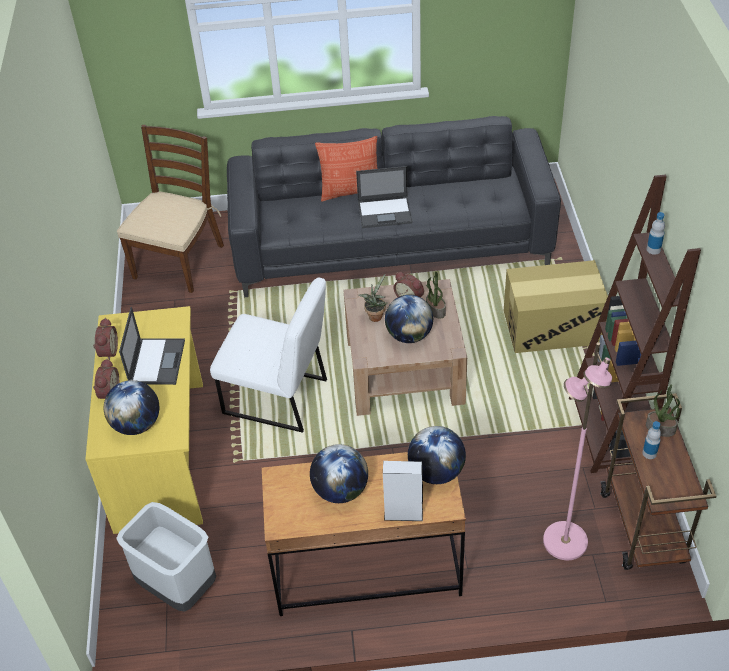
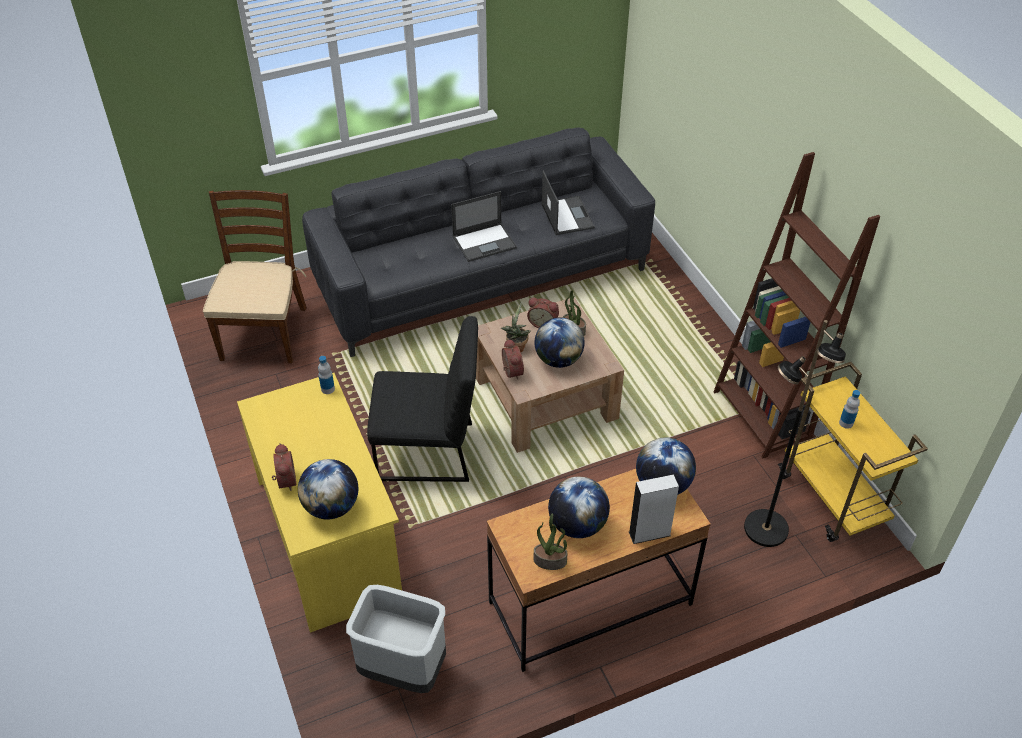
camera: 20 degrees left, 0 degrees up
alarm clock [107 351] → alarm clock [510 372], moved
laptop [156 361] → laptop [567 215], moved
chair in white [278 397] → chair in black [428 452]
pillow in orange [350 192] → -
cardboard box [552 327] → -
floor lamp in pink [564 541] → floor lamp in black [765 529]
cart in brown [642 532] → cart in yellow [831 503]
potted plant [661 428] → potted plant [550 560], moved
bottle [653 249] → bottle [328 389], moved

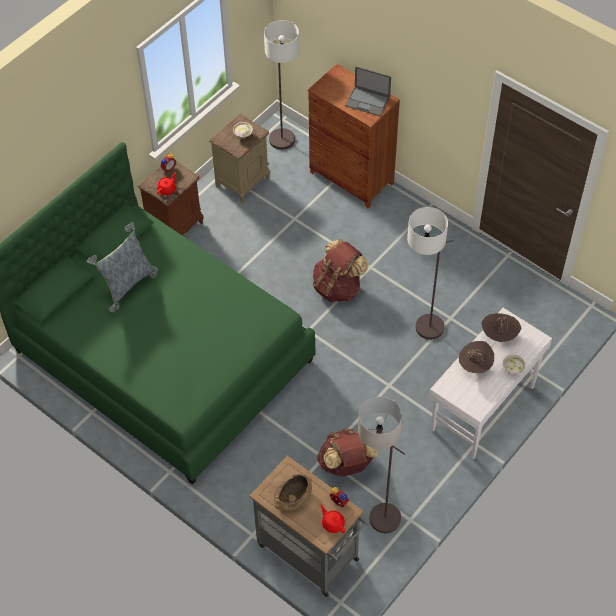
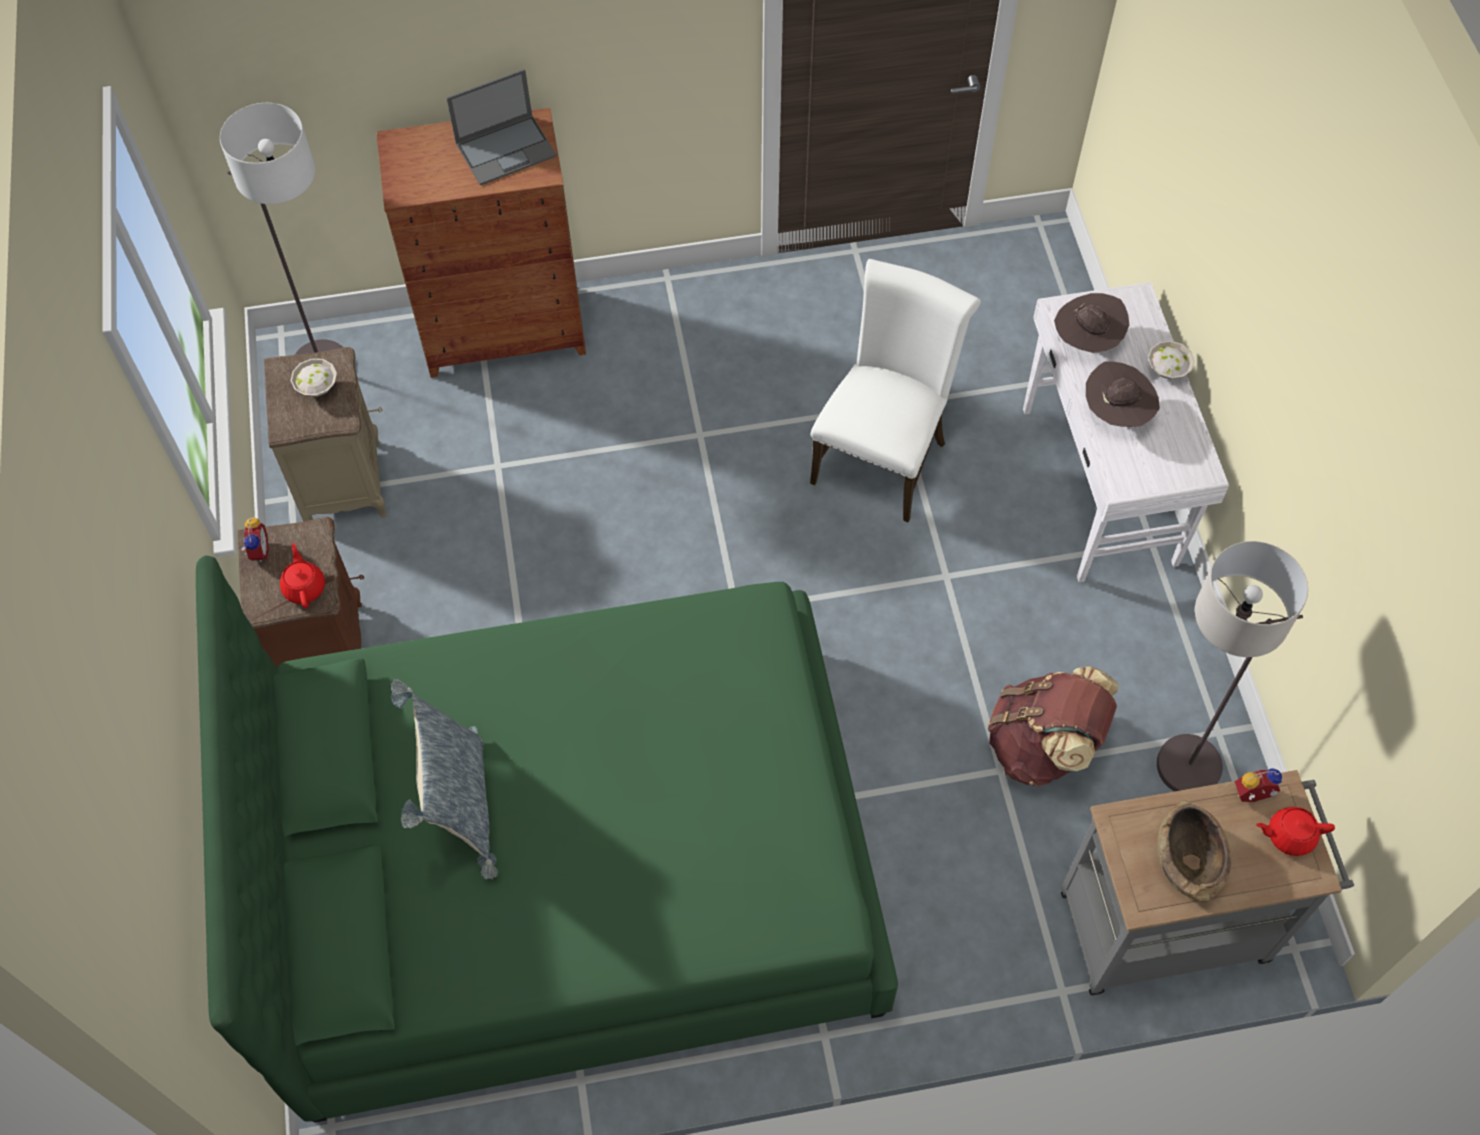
camera: 50 degrees left, 5 degrees up
backpack in brown [338 287] → -
floor lamp in white [421 329] → chair in white [882 456]

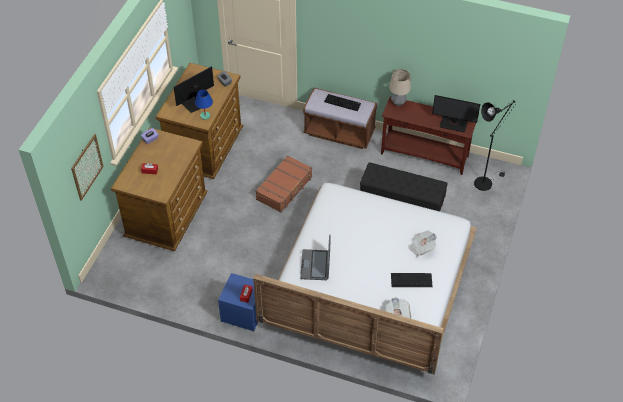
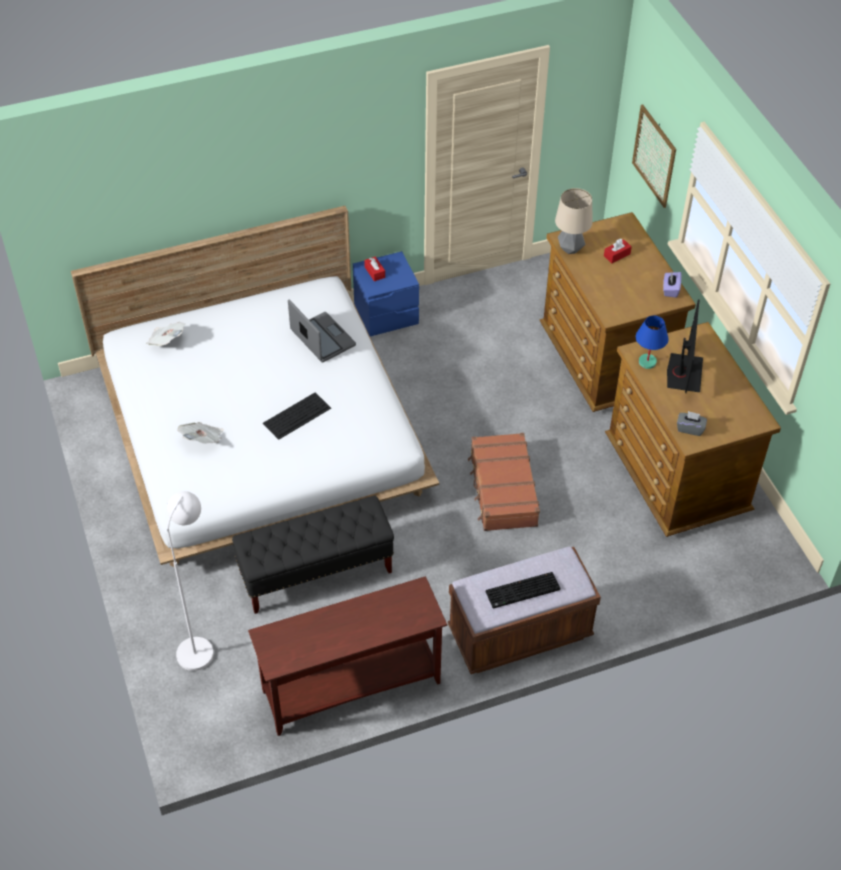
camera: 140 degrees right, 0 degrees up
table lamp [398 103] → table lamp [570 249], moved
keyboard [411 280] → keyboard [297 415], moved
monitor [453 123] → -
floor lamp in black [485 182] → -
- → floor lamp in white [200 645]

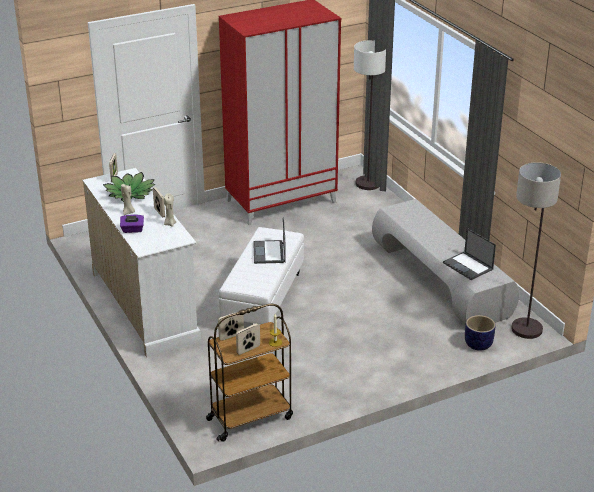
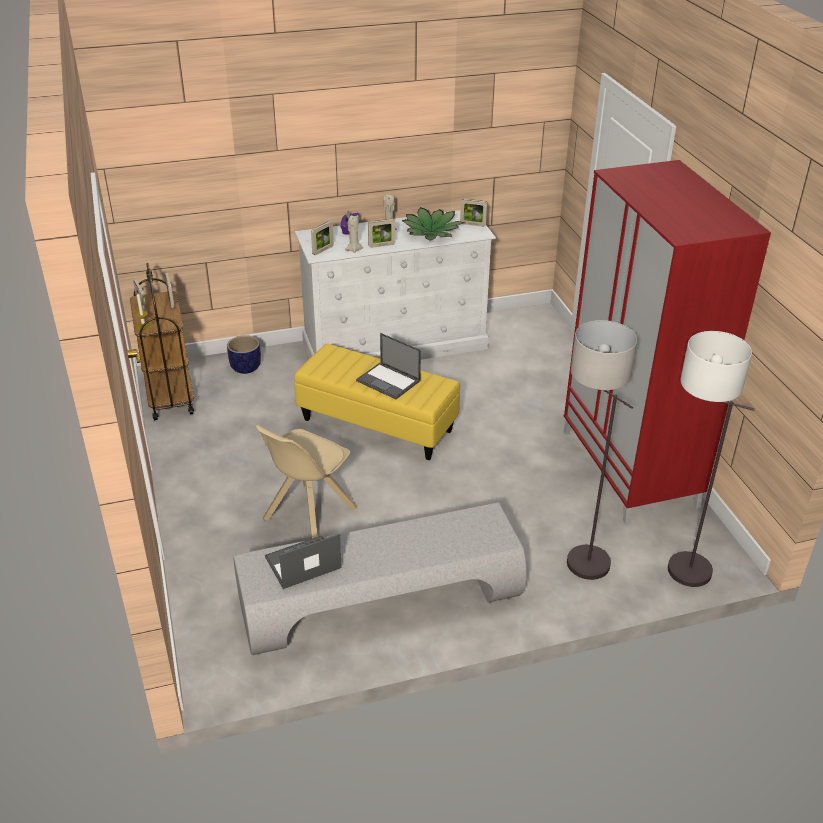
camera: 100 degrees right, 5 degrees up
ottoman in white [262 301] → ottoman in yellow [378 425]
laptop [269 252] → laptop [389 381], 150 degrees counterclockwise
planter [478 344] → planter [246 367], moved
floor lamp in grey [521 333] → floor lamp in grey [578 556], moved
- → chair in beige [308 515]
- → picture frame [323 250]

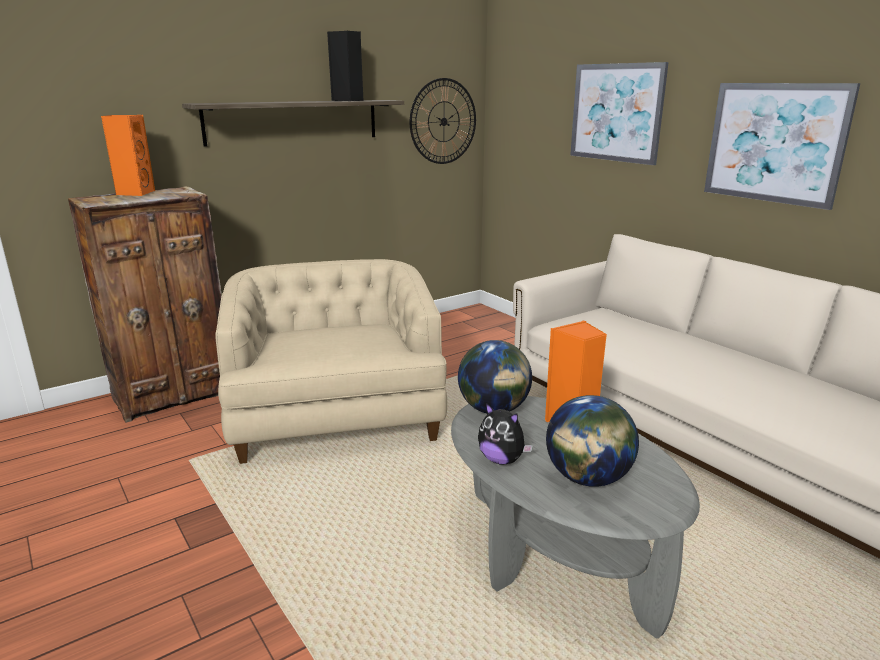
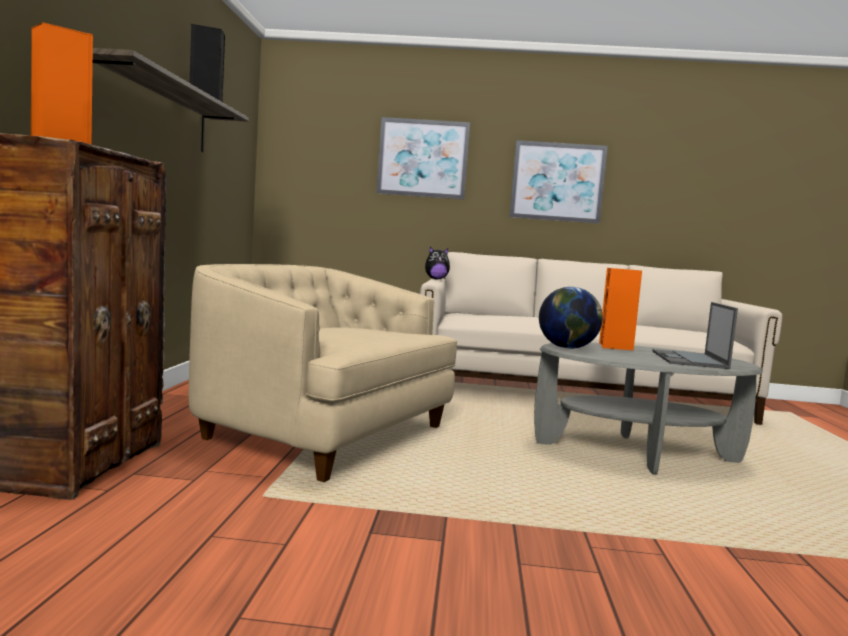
camera: 50 degrees left, 15 degrees down
wall clock [443 121] → -
plush toy [502 460] → plush toy [436 279], moved
globe [587 478] → laptop [689 360]

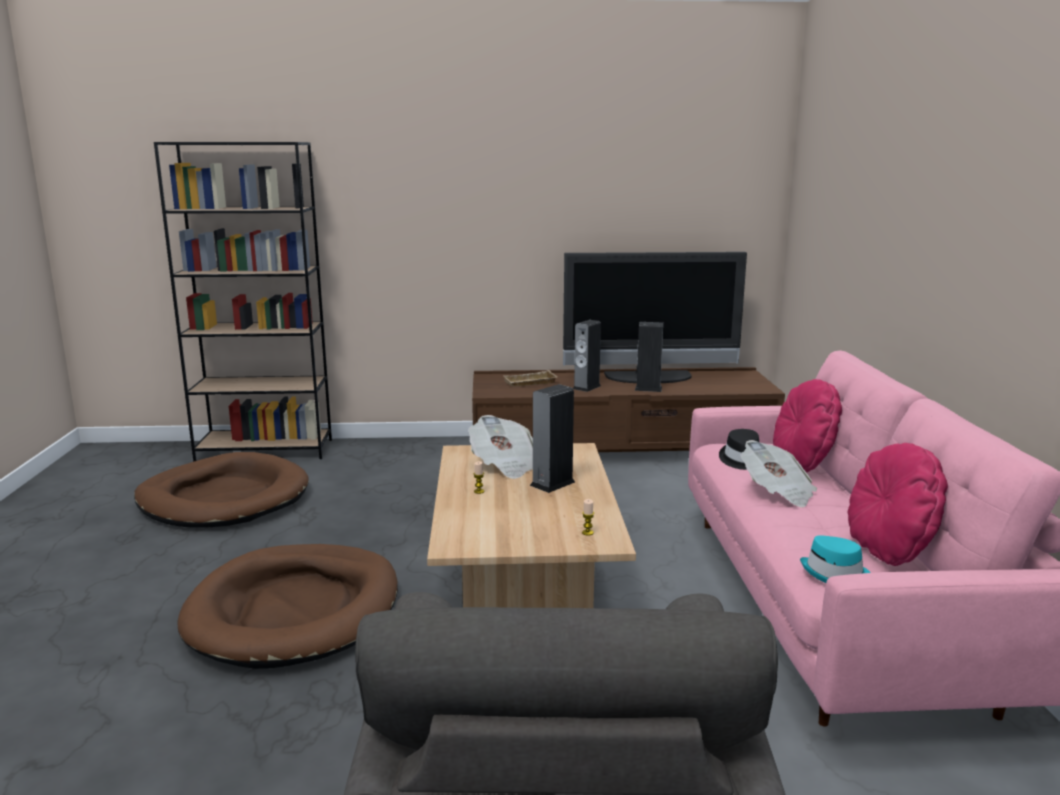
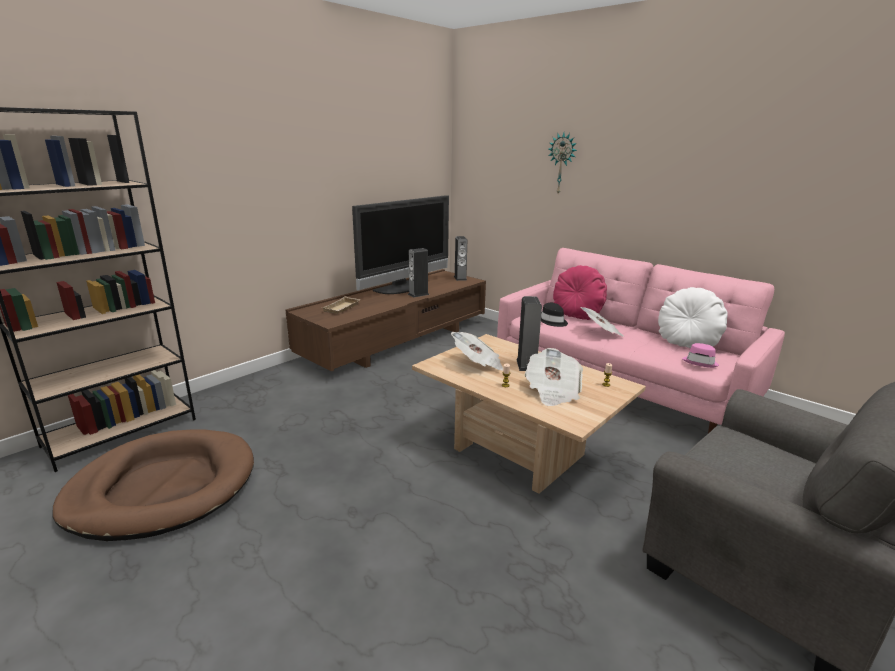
camera: 45 degrees left, 5 degrees up
dog bed in brown [295 611] → -
speaker [586 387] → speaker [460 278], moved
hat in turquoise [836 574] → hat in pink [700 362]
pillow in pink [888 551] → pillow in white [687 345]
- → newspaper [552 392]
- → wall clock [562 163]

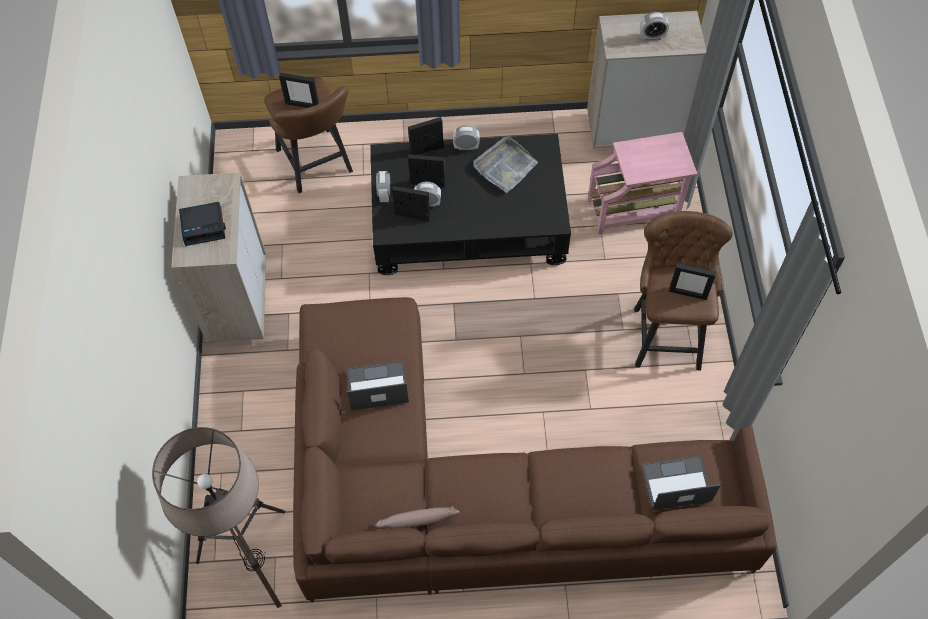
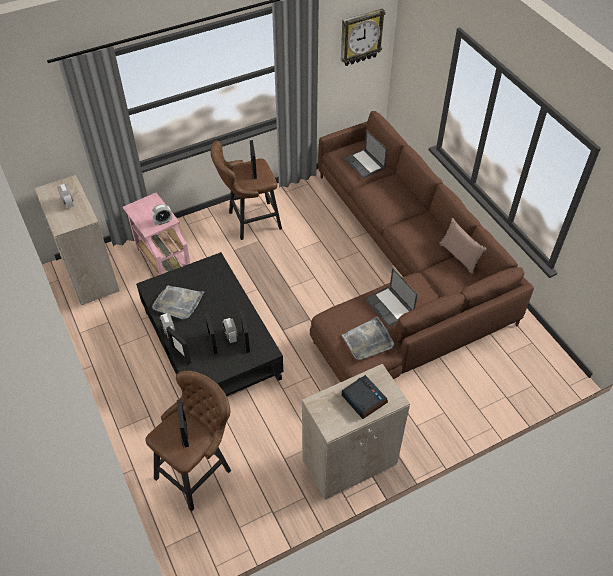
camera: 115 degrees left, 10 degrees down
floor lamp [252 558] → -
alarm clock [384 194] → alarm clock [163 221], moved
- → wall clock [360 37]
- → tray in grey [368 341]

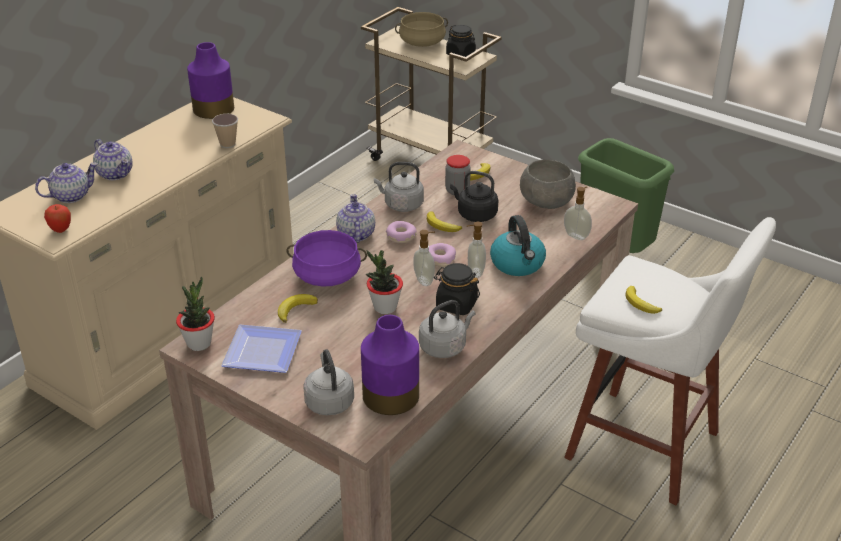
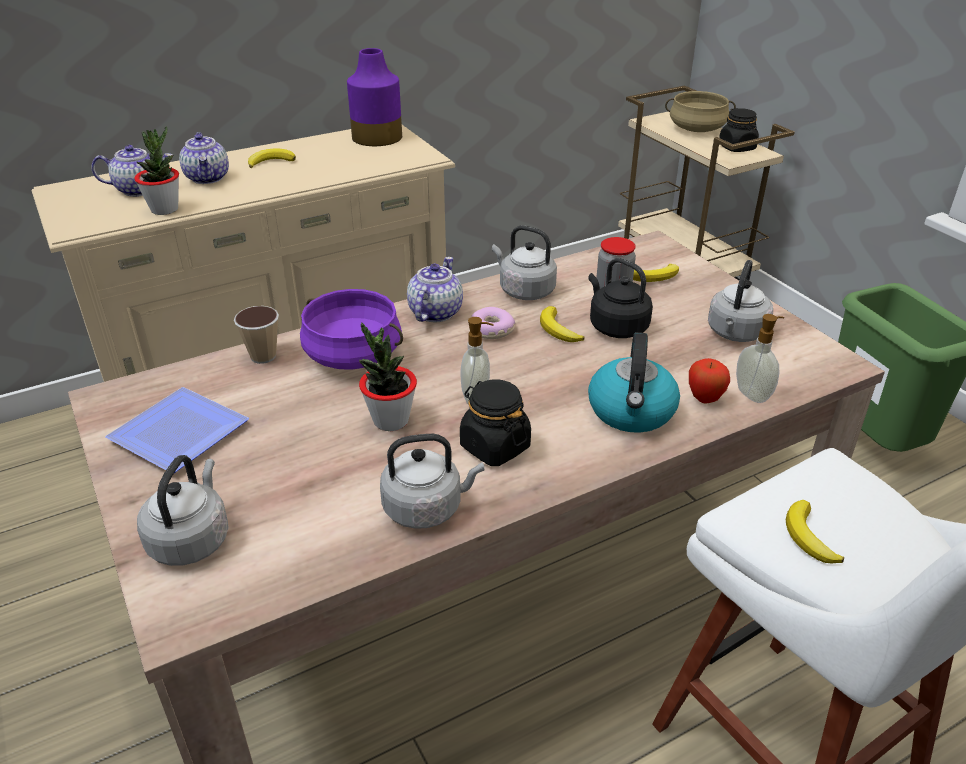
camera: 25 degrees right, 0 degrees up
apple [61 230] → apple [704 399], moved
potted plant [199 343] → potted plant [165 209], moved
cup [228 144] → cup [263 356], moved
banana [295 309] → banana [271 161], moved
vase in purple [391 395] → -
donut [440 259] → -
soap dispenser [475 272] → -
bowl in grey [547 201] → kettle in grey [735 334]

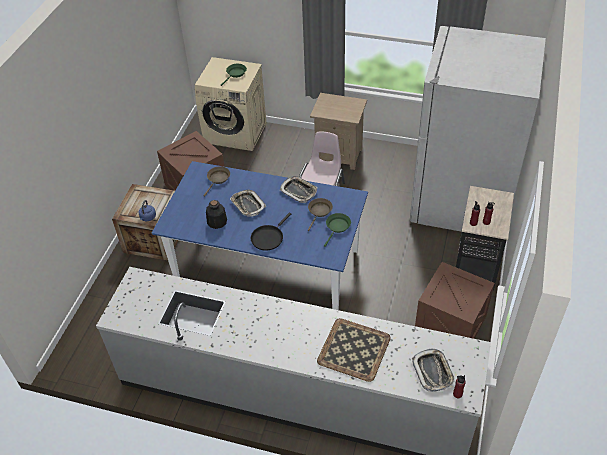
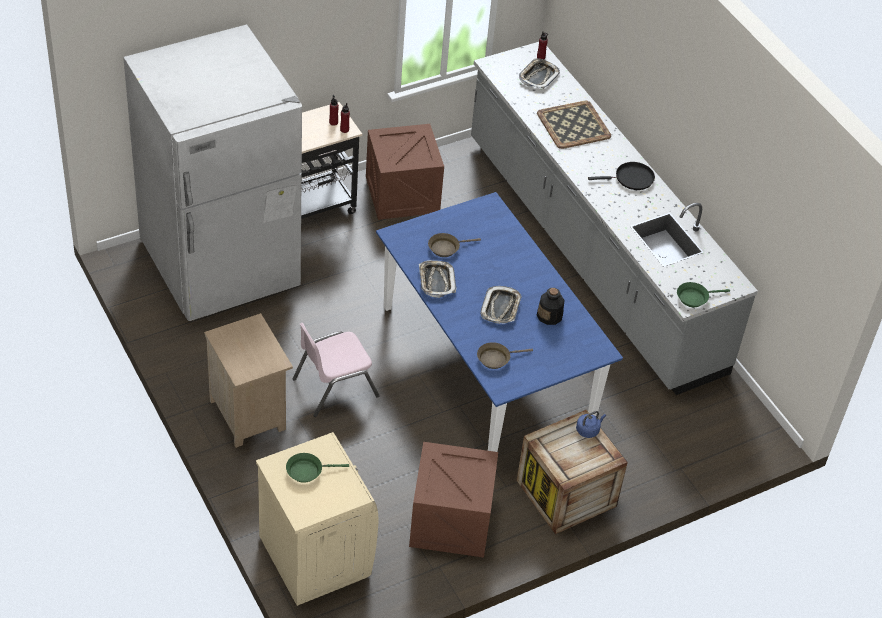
camera: 140 degrees left, 0 degrees up
frying pan in black [268 237] → frying pan in black [631 178], moved
frying pan in green [337 227] → frying pan in green [694 297], moved

